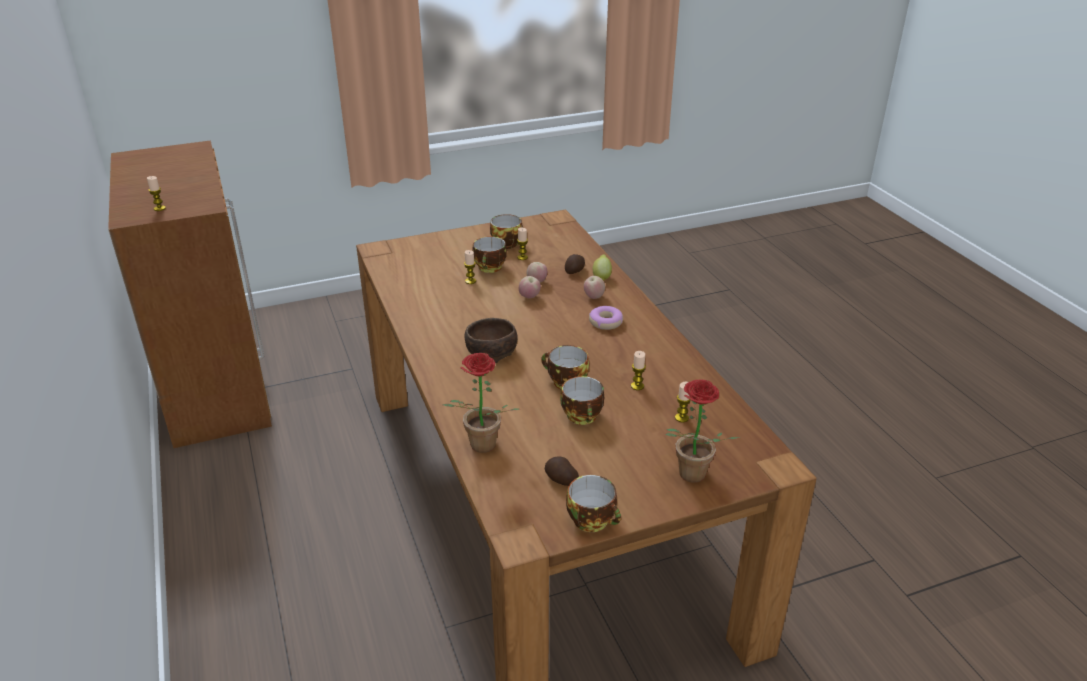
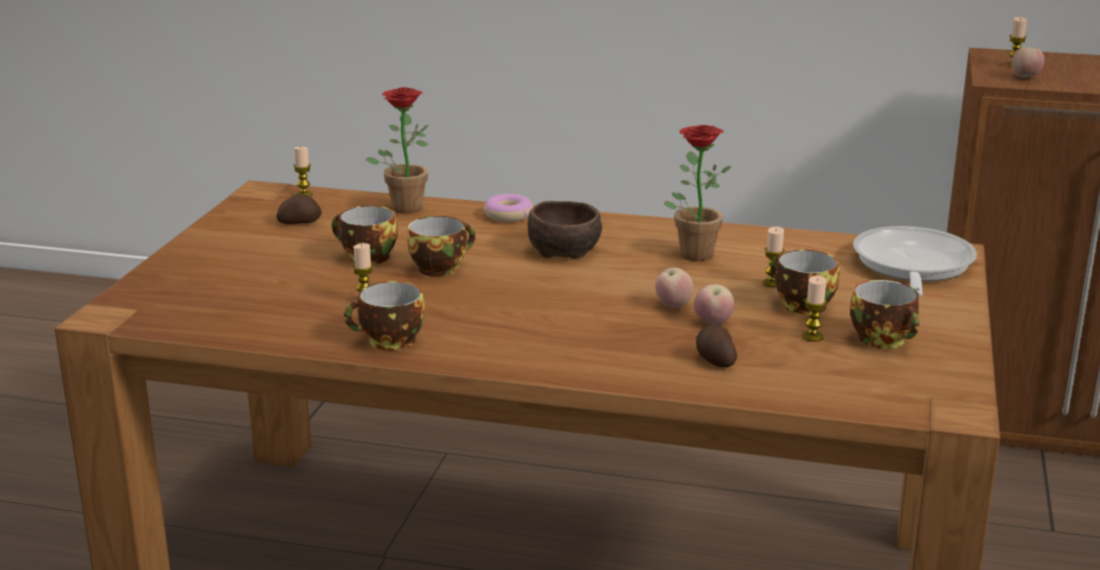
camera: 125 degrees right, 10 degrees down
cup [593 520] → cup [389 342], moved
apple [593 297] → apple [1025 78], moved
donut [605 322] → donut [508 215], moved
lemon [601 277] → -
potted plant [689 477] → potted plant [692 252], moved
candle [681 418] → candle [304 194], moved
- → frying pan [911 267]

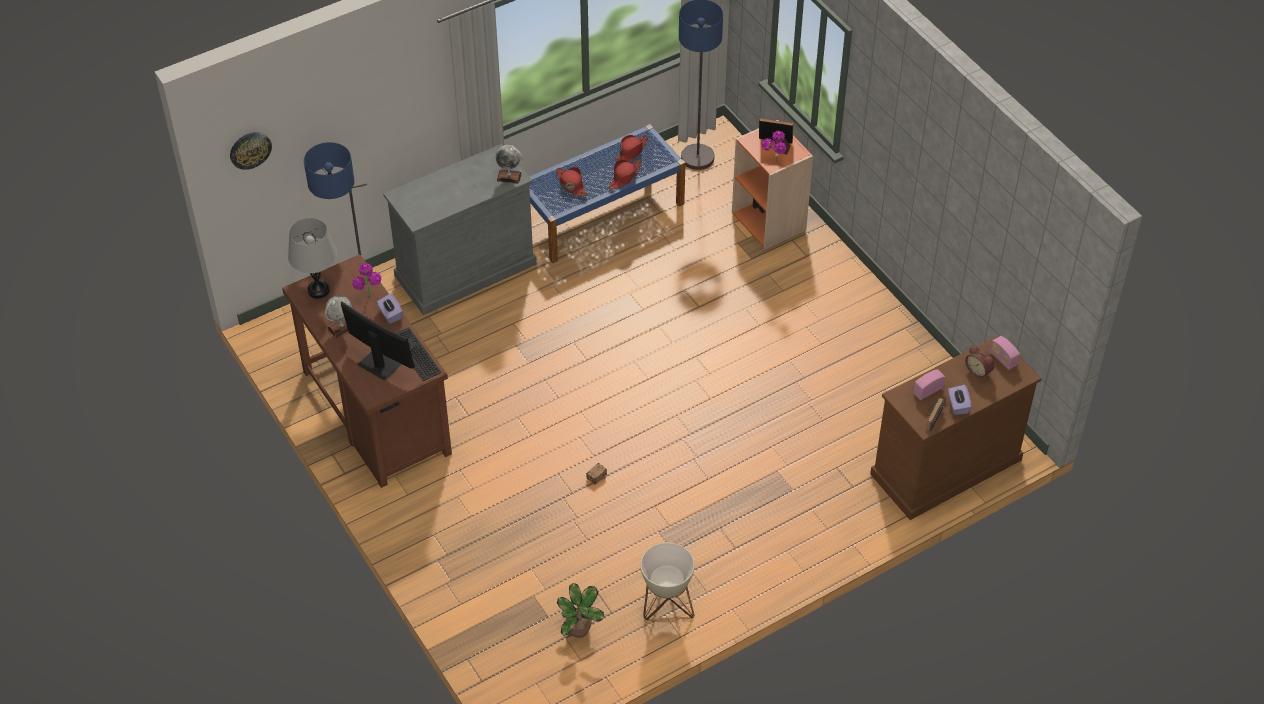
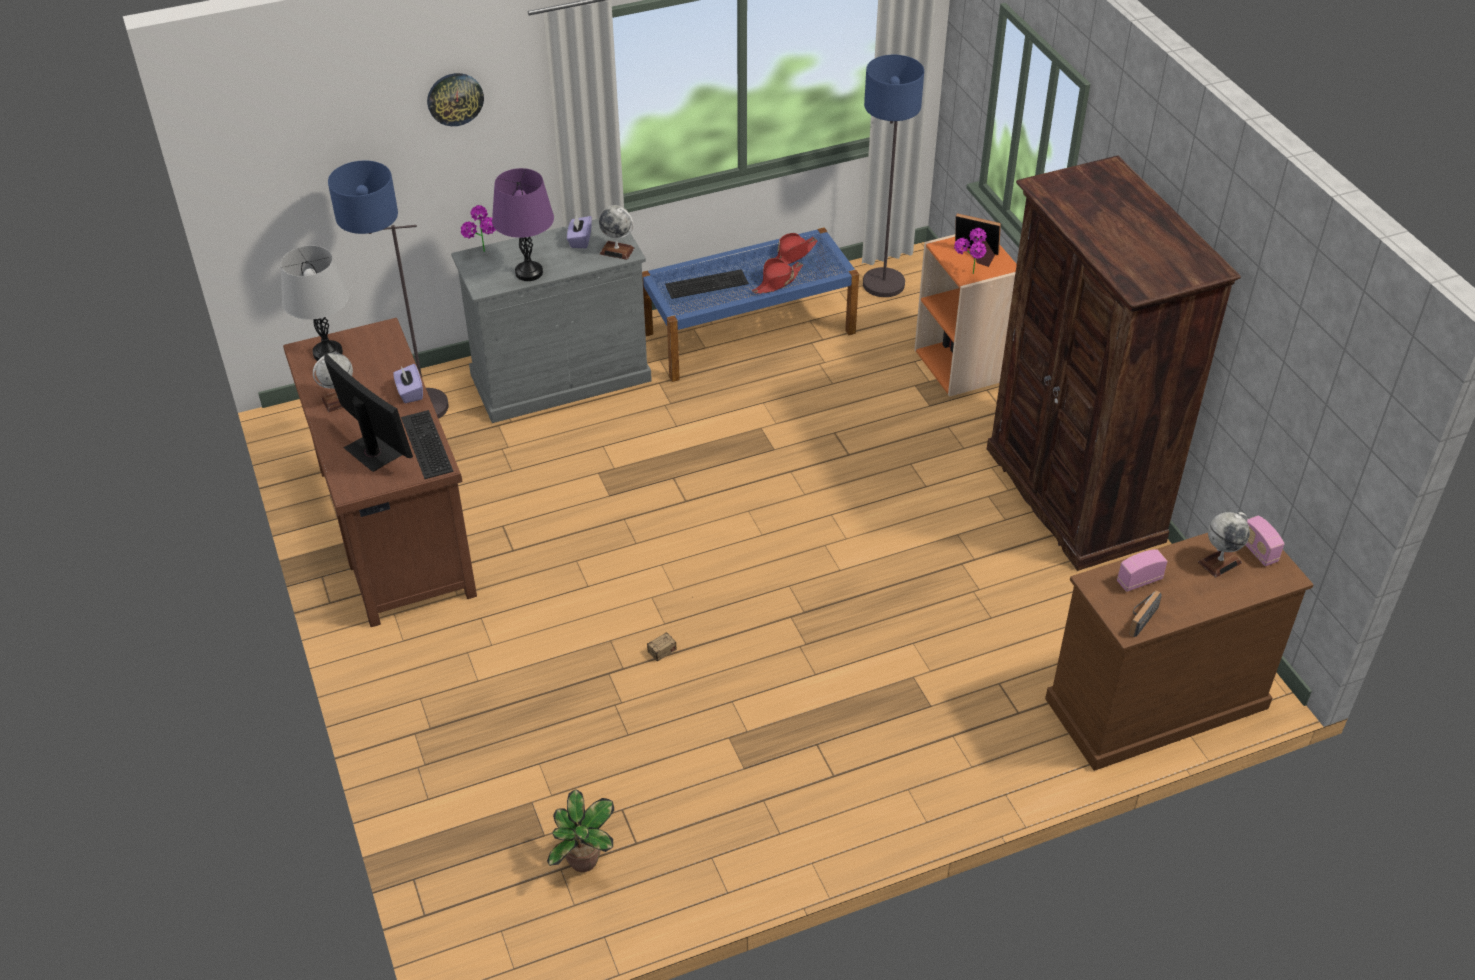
camera: 10 degrees right, 5 degrees down
wall clock [250 150] → wall clock [455 99], moved
potted plant [370 298] → potted plant [484 256], moved
hat in red [571 184] → keyboard [707 283]
planter [666 606] → -
tissue box in purple [958 406] → tissue box in purple [580 240], moved
alarm clock [979 370] → globe [1219 562]
- → table lamp in purple [529 272]
- → wardrobe in brown [1073 494]

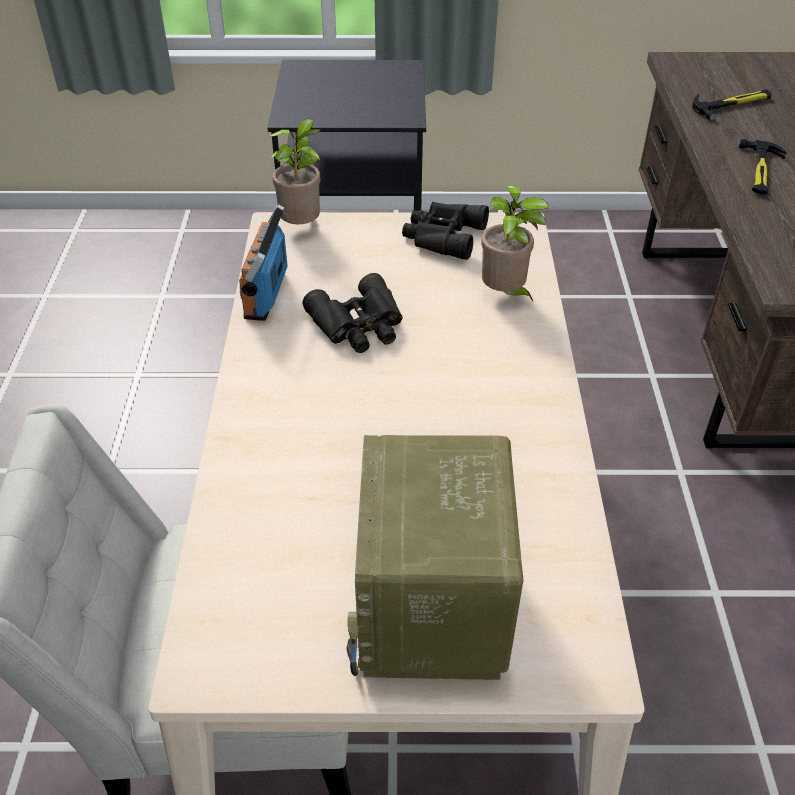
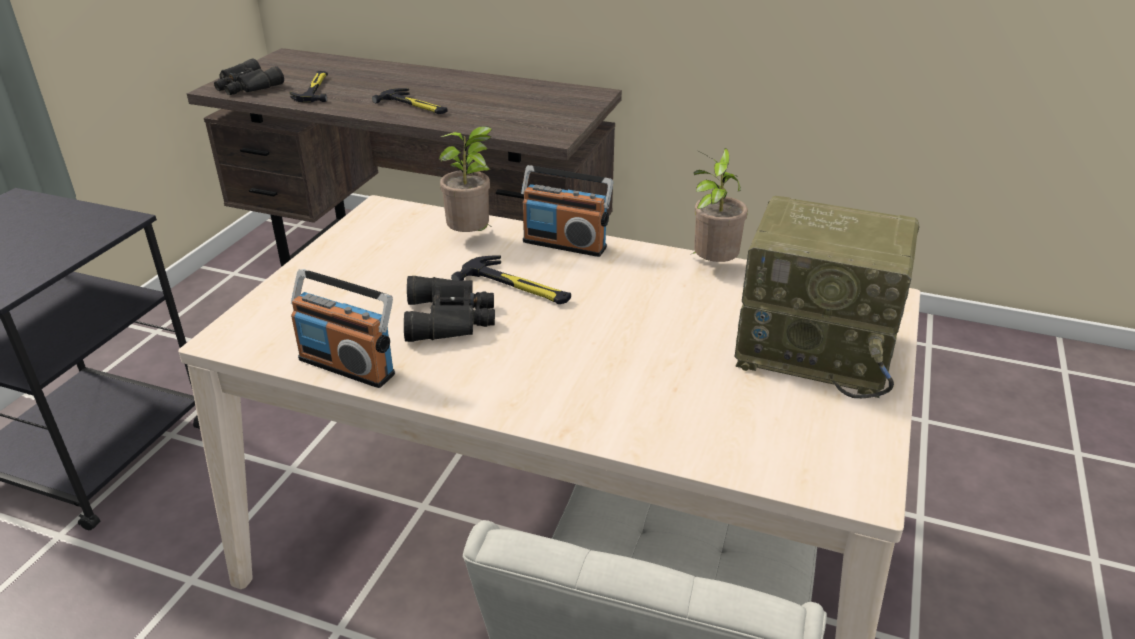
camera: 70 degrees left, 10 degrees down
potted plant [303 227] → potted plant [712 266], moved
binoculars in black [442 236] → binoculars in black [246 86], moved
- → hammer [516 287]
- → radio [565 244]

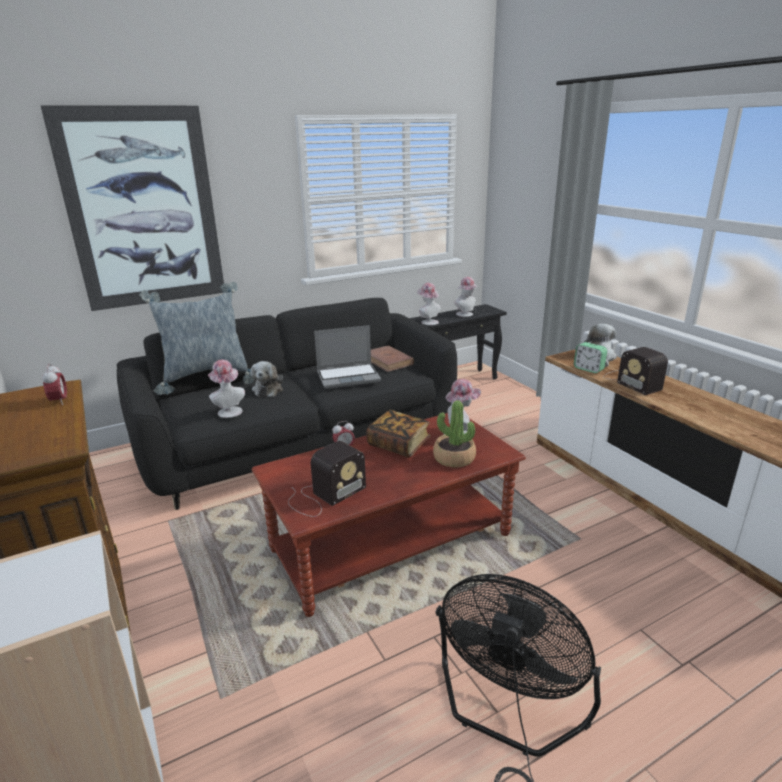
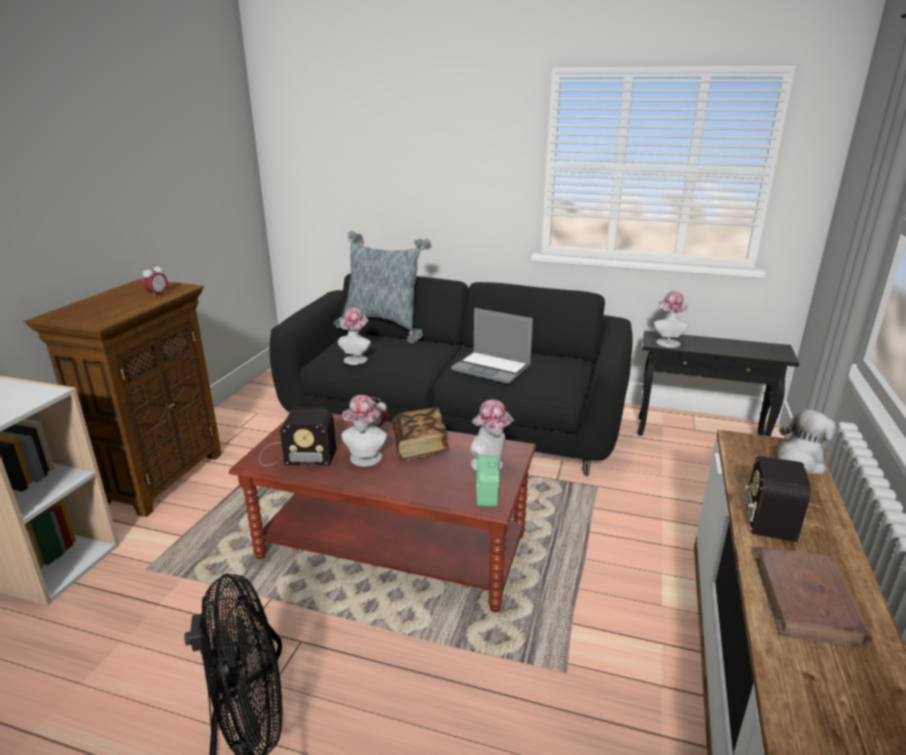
camera: 45 degrees right, 0 degrees up
picture [143 209] → -
plush toy [268 389] → -
book in brown [388 361] → book in brown [807 600], moved
potted plant [454 458] → -
hat [466 314] → hat [365 460], moved
alarm clock [588 369] → alarm clock [486 497], moved

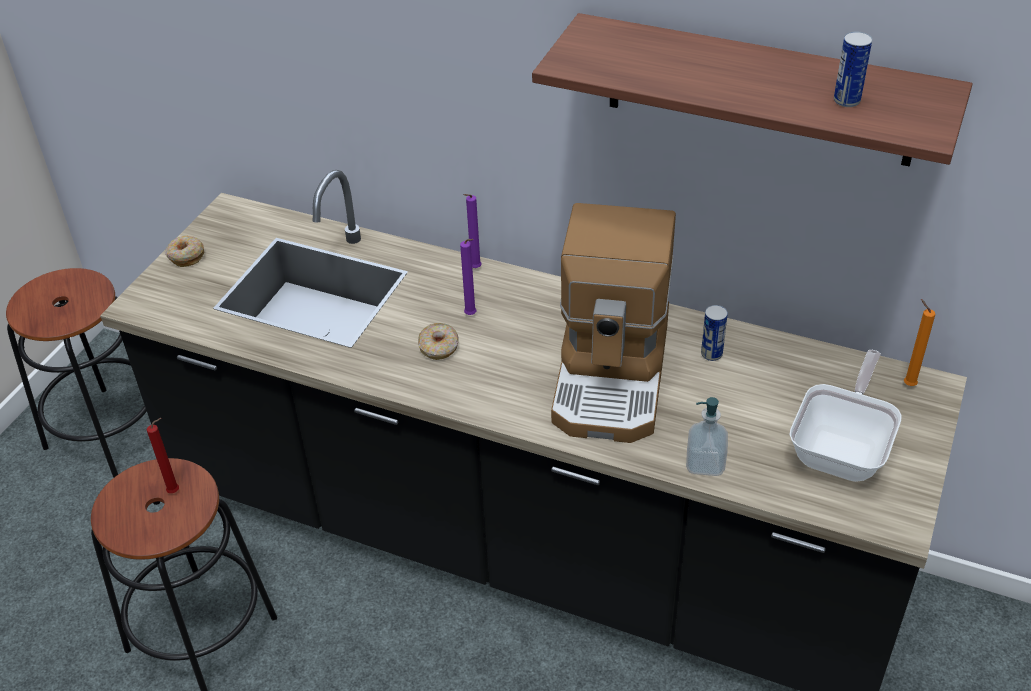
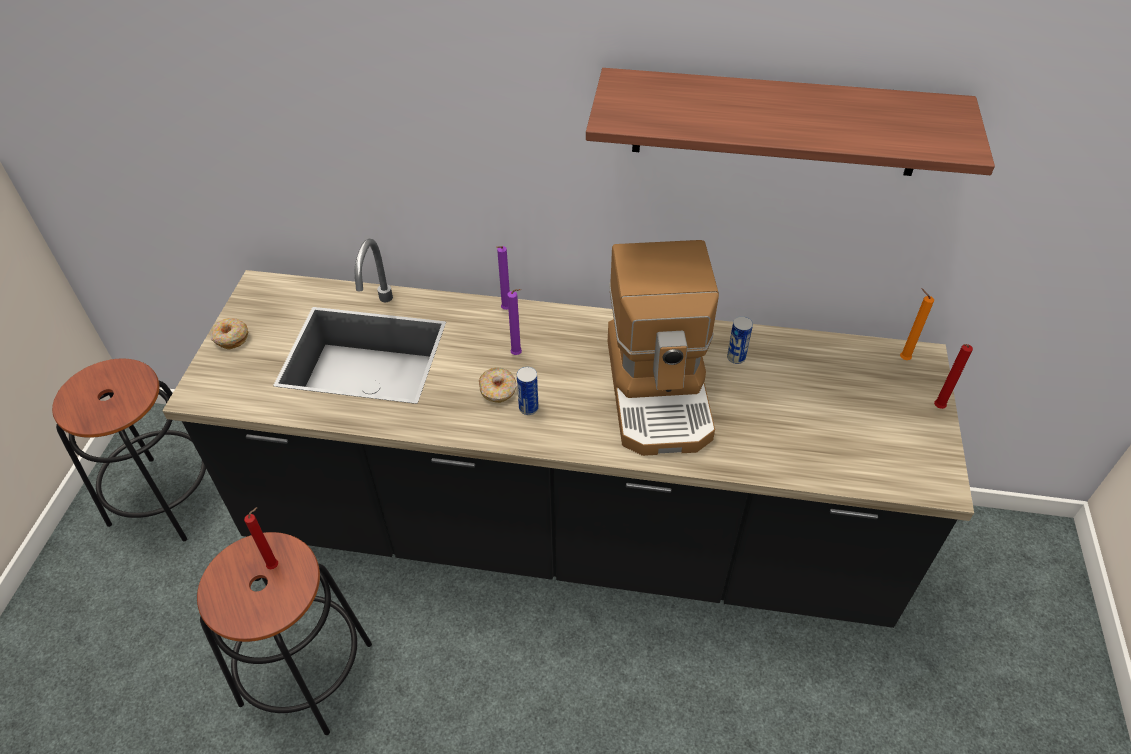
camera: 15 degrees left, 5 degrees up
soap dispenser [705 463] → -
frying pan [842 449] → -
can [846 100] → can [528 408], moved
- → candle in red [937 408]

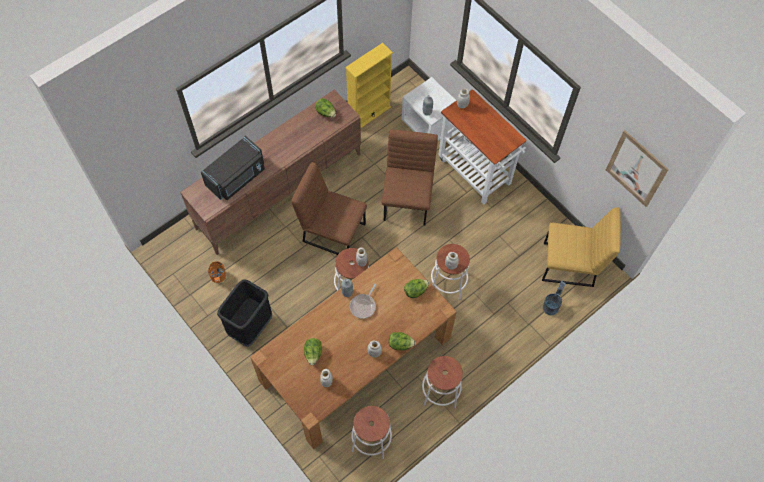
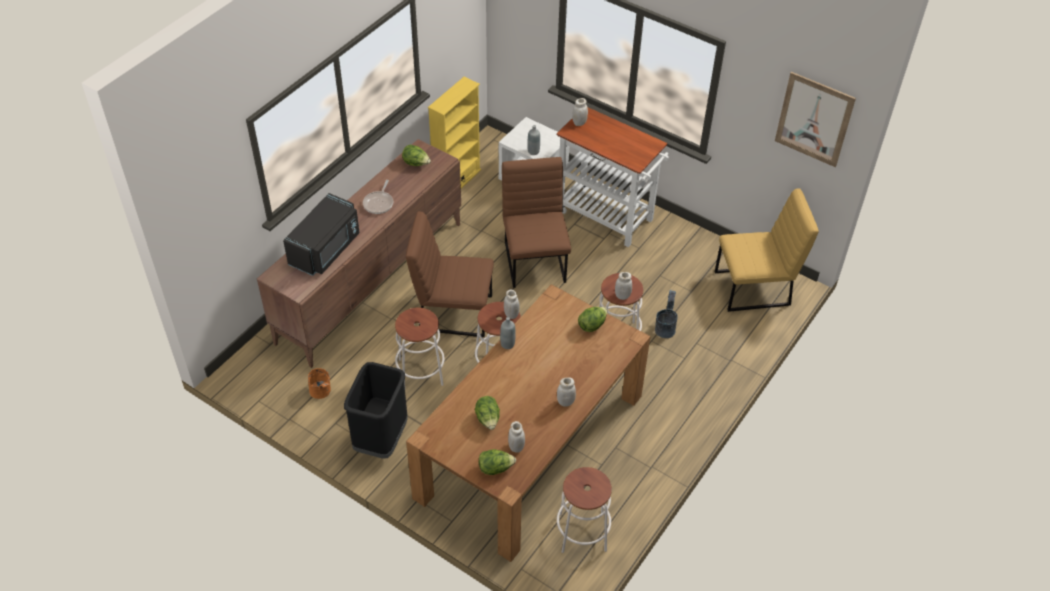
camera: 15 degrees left, 15 degrees down
frying pan [363 305] → frying pan [379 203], moved
lettuce [400 344] → lettuce [495 468], moved
stool in white [440 391] → stool in white [420 372], moved
bucket in grey [551 305] → bucket in grey [665 327], moved

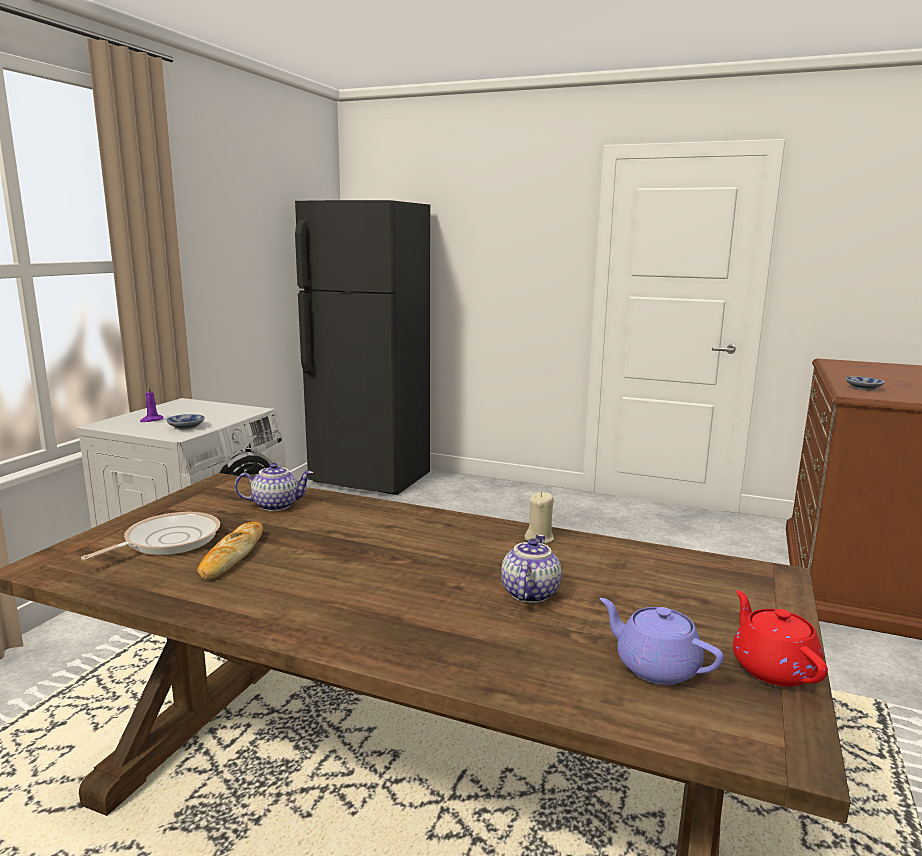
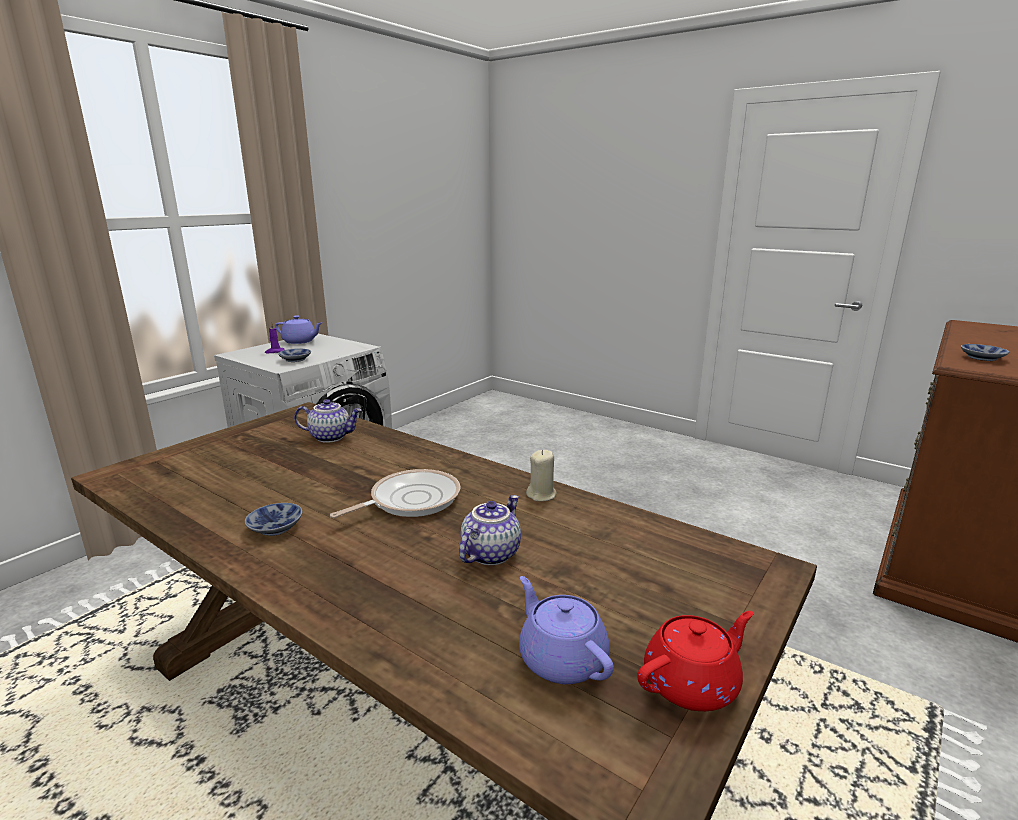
camera: 15 degrees right, 5 degrees up
frying pan [167 541] → frying pan [410 500], moved
bread [232 555] → -
fridge in black [370 478] → -
teapot in red [772 668] → teapot in red [692 683], 60 degrees clockwise
- → bowl [277 526]
- → teapot in purple [300 341]

